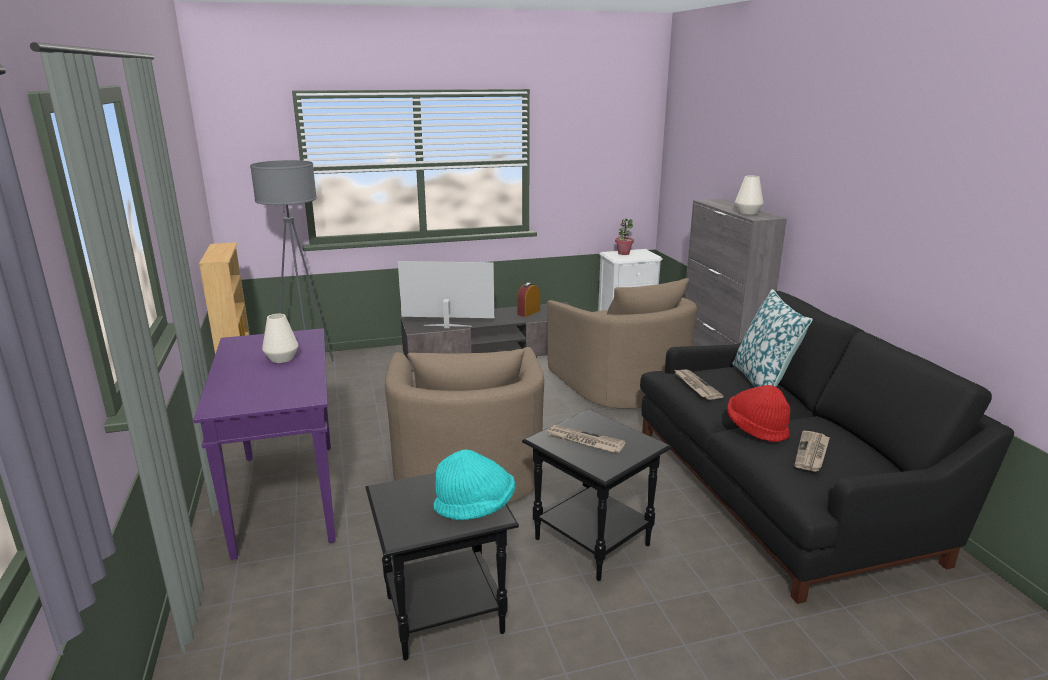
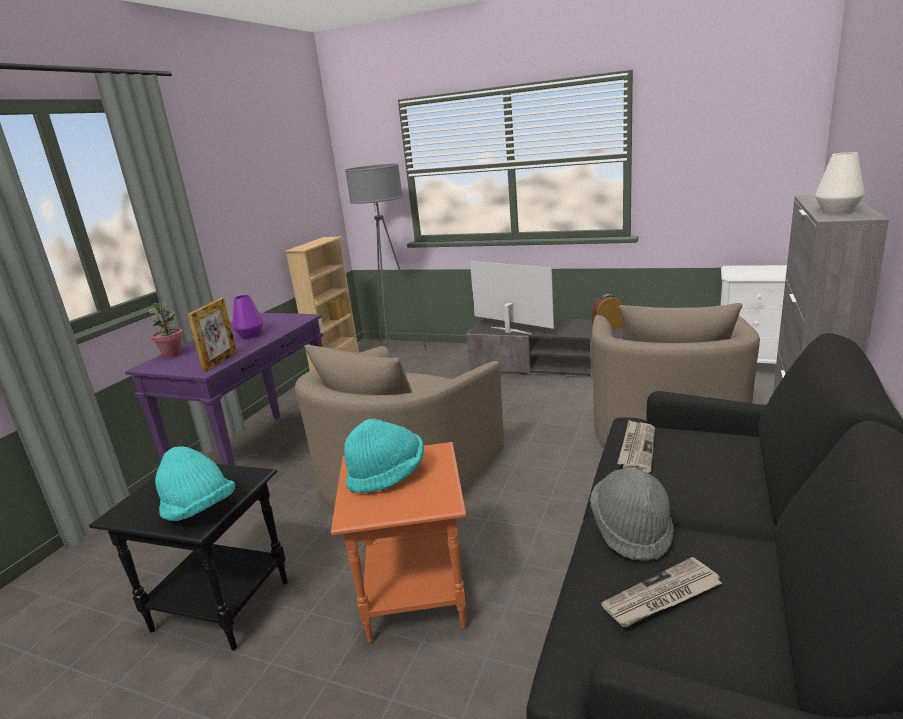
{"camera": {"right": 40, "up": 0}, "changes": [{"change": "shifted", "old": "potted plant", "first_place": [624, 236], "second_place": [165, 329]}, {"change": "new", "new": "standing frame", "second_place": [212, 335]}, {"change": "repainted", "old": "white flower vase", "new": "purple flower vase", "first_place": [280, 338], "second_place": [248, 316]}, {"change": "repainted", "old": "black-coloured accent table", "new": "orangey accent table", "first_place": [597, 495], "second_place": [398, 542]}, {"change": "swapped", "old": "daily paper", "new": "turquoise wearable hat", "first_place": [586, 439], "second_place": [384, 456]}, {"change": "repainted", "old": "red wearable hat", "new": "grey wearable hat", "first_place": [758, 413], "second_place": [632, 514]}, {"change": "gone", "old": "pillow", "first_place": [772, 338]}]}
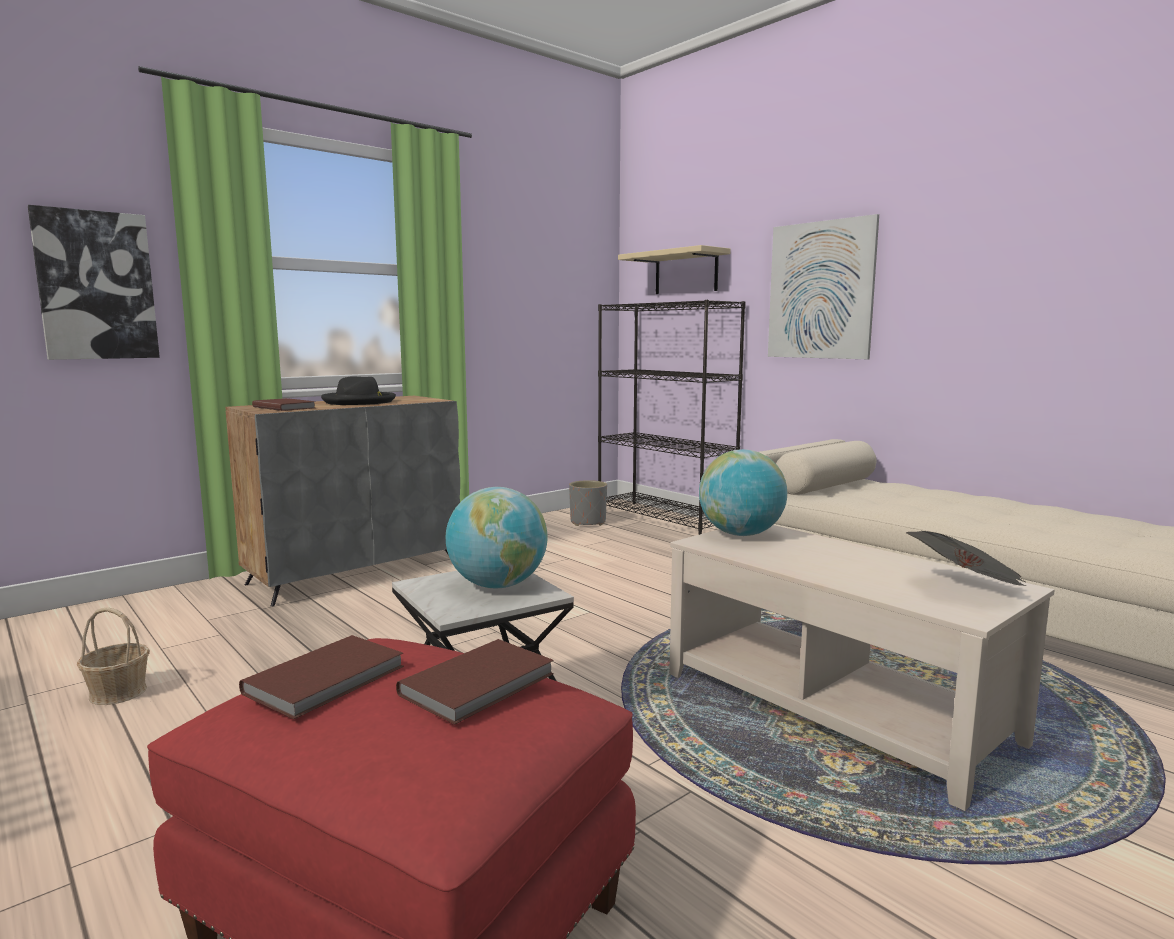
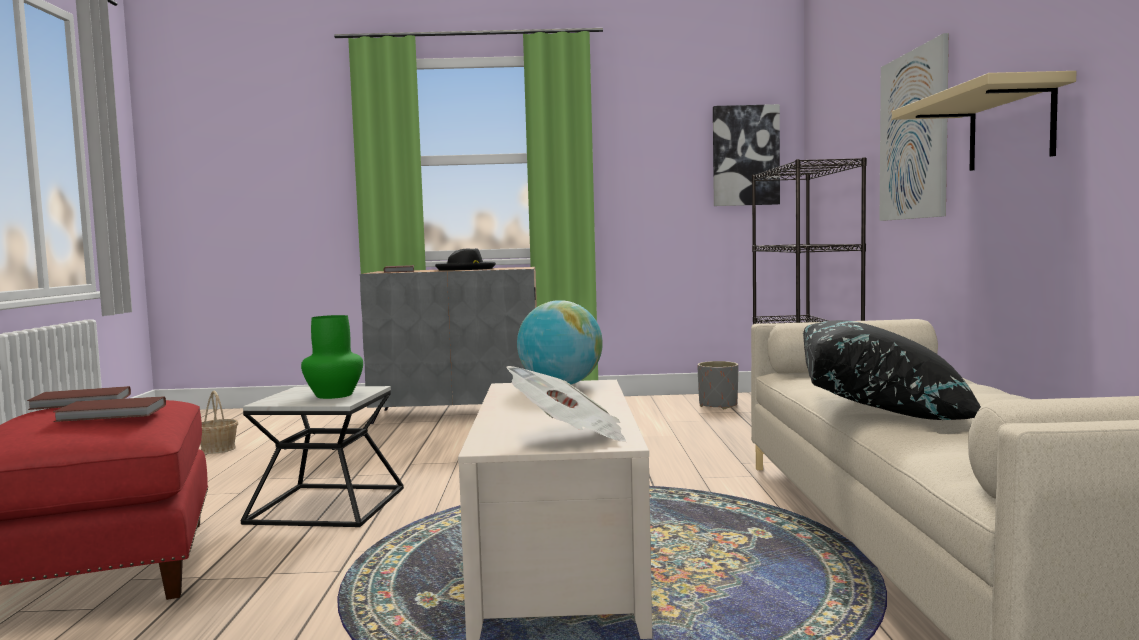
{"camera": {"right": 40, "up": -5}, "changes": [{"change": "swapped", "old": "world globe", "new": "greenish flower vase", "first_place": [496, 537], "second_place": [332, 357]}, {"change": "shifted", "old": "picture", "first_place": [94, 282], "second_place": [746, 155]}, {"change": "new", "new": "black-coloured pillow", "second_place": [892, 370]}, {"change": "shifted", "old": "sand-coloured shelf", "first_place": [674, 269], "second_place": [984, 121]}]}
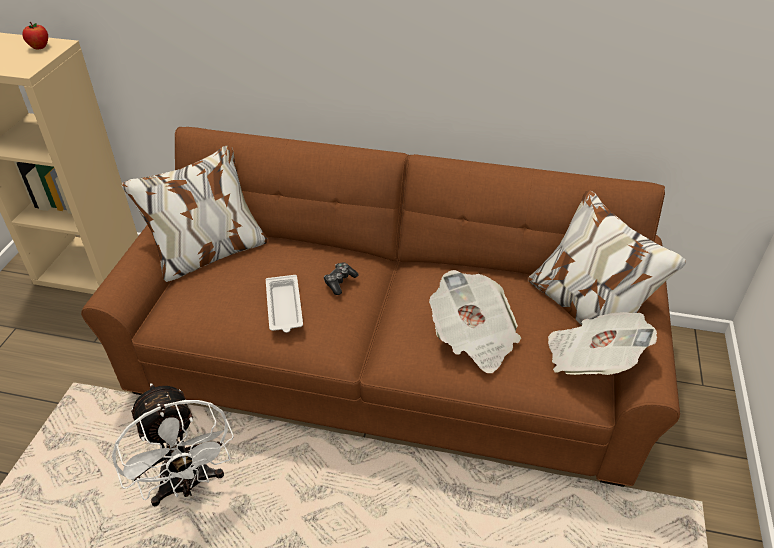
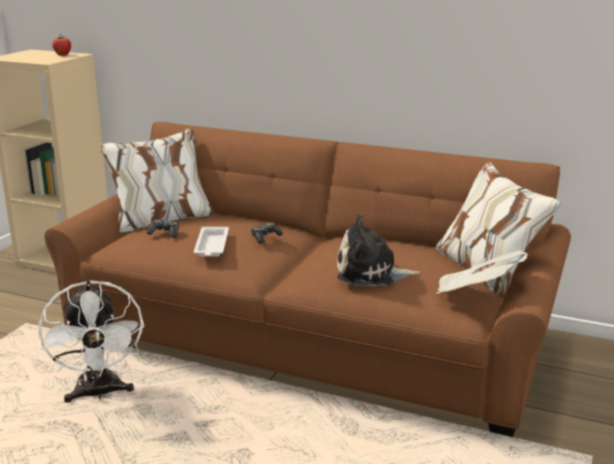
{"camera": {"right": 10, "up": -20}, "changes": [{"change": "new", "new": "gamepad", "second_place": [162, 228]}, {"change": "swapped", "old": "daily paper", "new": "cuddly toy", "first_place": [475, 321], "second_place": [378, 250]}]}
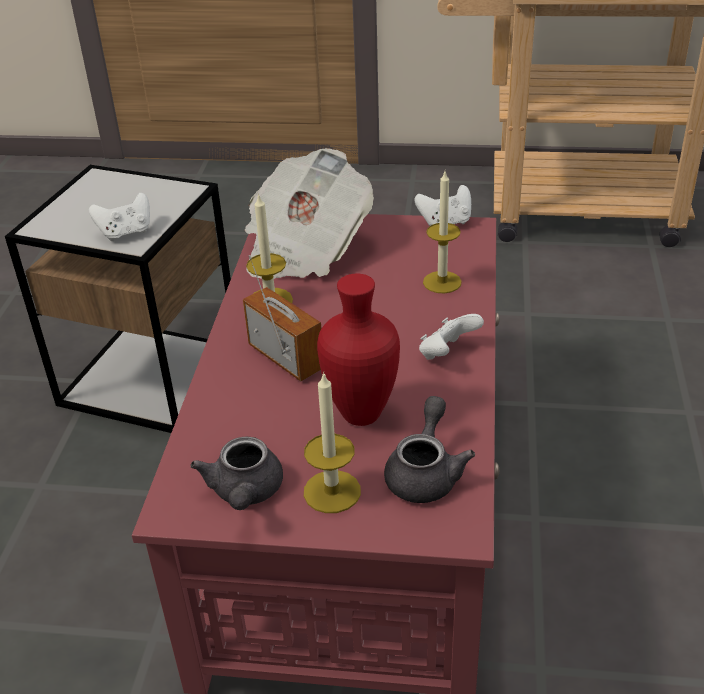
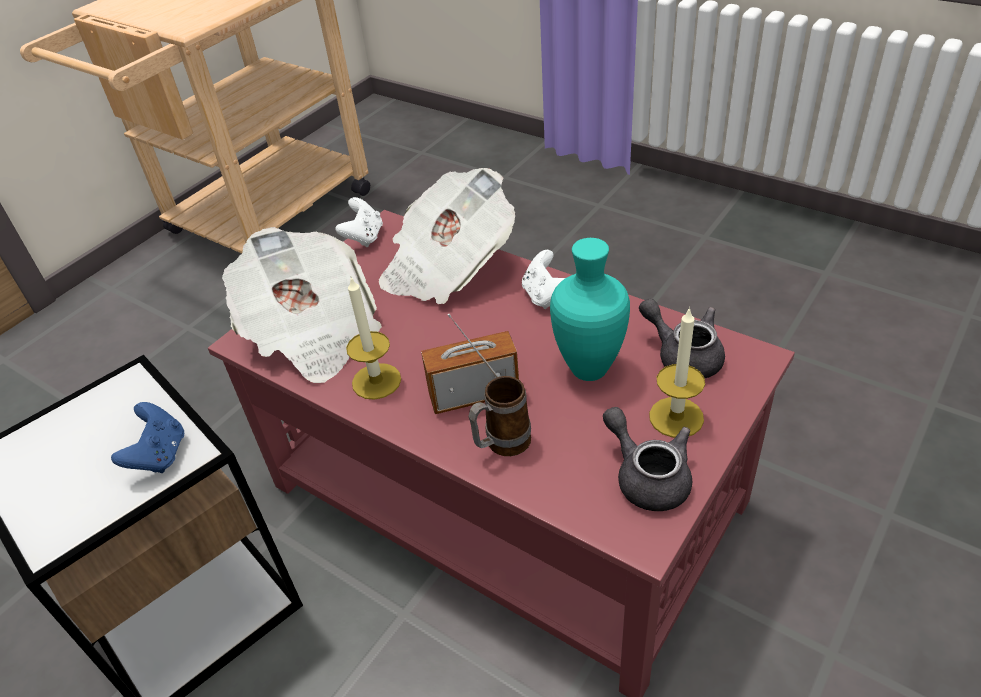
{"camera": {"right": -60, "up": 5}, "changes": [{"change": "repainted", "old": "white gamepad", "new": "blue-coloured gamepad", "first_place": [119, 217], "second_place": [147, 437]}, {"change": "swapped", "old": "candle", "new": "daily paper", "first_place": [442, 233], "second_place": [447, 236]}, {"change": "new", "new": "tea mug", "second_place": [500, 416]}, {"change": "repainted", "old": "red flower vase", "new": "turquoise flower vase", "first_place": [358, 350], "second_place": [590, 309]}, {"change": "rotated", "old": "grey teapot", "first_place": [236, 473], "second_place": [647, 459], "degrees": -150}]}
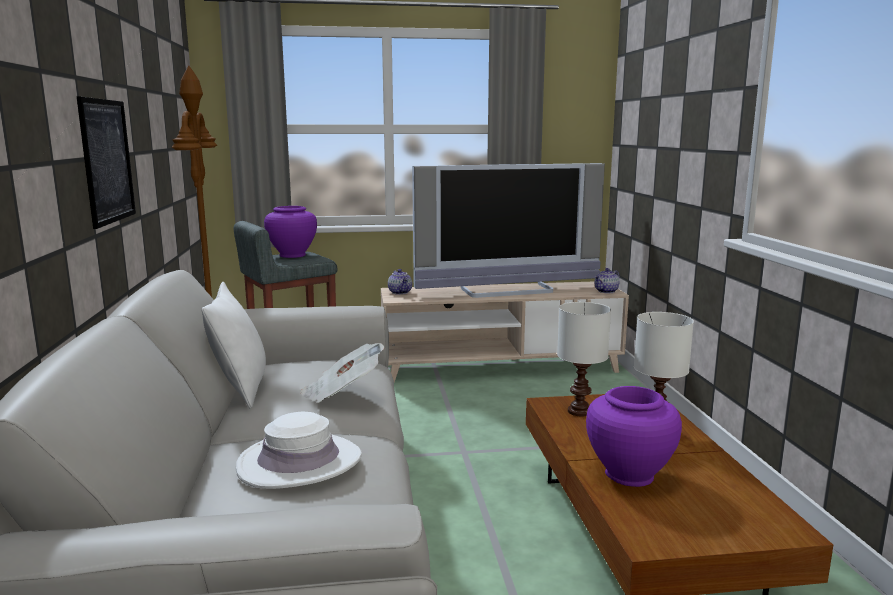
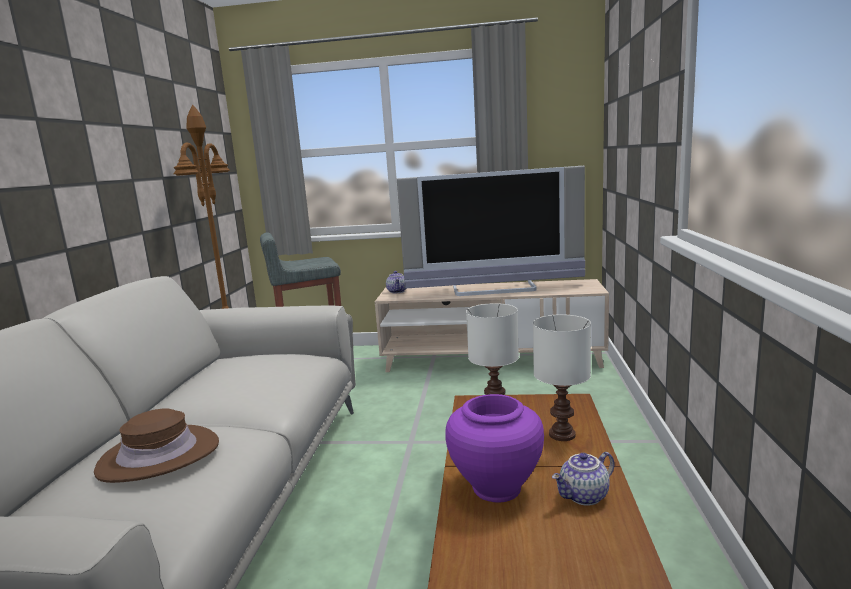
{"camera": {"right": 15, "up": 0}, "changes": [{"change": "repainted", "old": "white wearable hat", "new": "brown wearable hat", "first_place": [299, 450], "second_place": [156, 445]}, {"change": "shifted", "old": "teapot", "first_place": [606, 280], "second_place": [583, 479]}, {"change": "gone", "old": "picture", "first_place": [106, 162]}, {"change": "gone", "old": "white pillow", "first_place": [234, 345]}, {"change": "gone", "old": "purple flower vase", "first_place": [290, 232]}, {"change": "gone", "old": "daily paper", "first_place": [342, 373]}]}
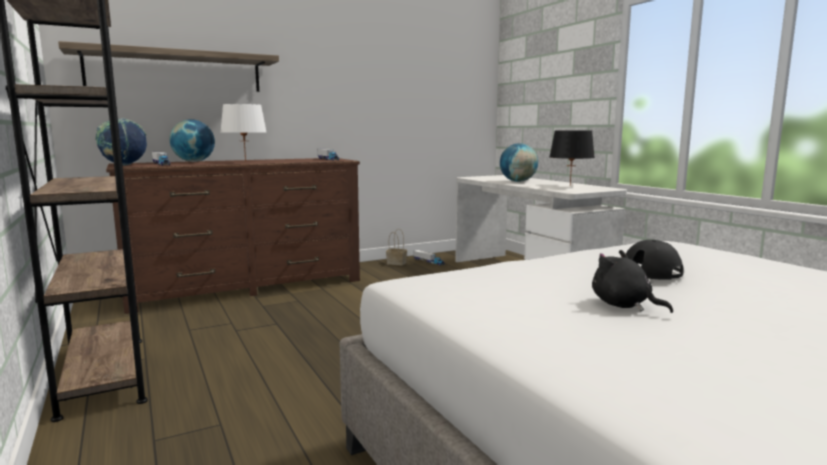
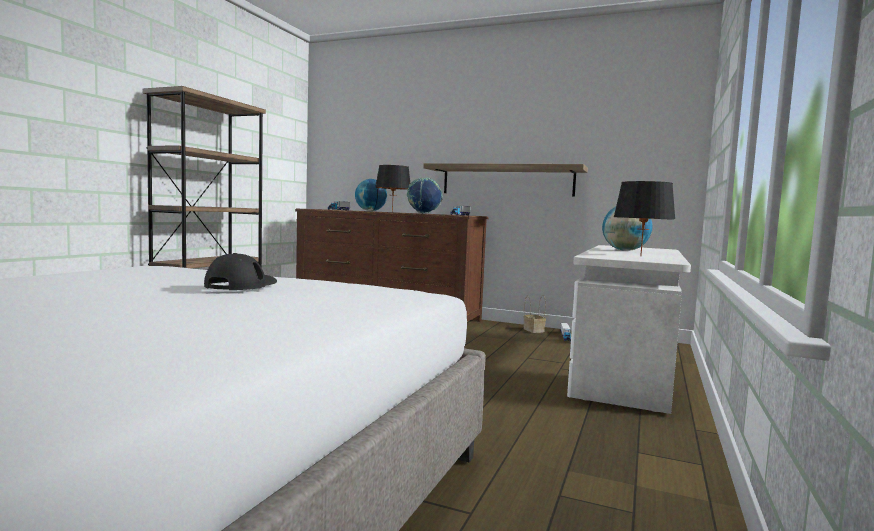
{"camera": {"right": 50, "up": -5}, "changes": [{"change": "repainted", "old": "white tabletop lamp", "new": "black-coloured tabletop lamp", "first_place": [243, 133], "second_place": [392, 188]}, {"change": "shifted", "old": "world globe", "first_place": [121, 142], "second_place": [425, 196]}, {"change": "shifted", "old": "shelf", "first_place": [168, 66], "second_place": [505, 180]}, {"change": "gone", "old": "black-coloured cuddly toy", "first_place": [632, 281]}]}
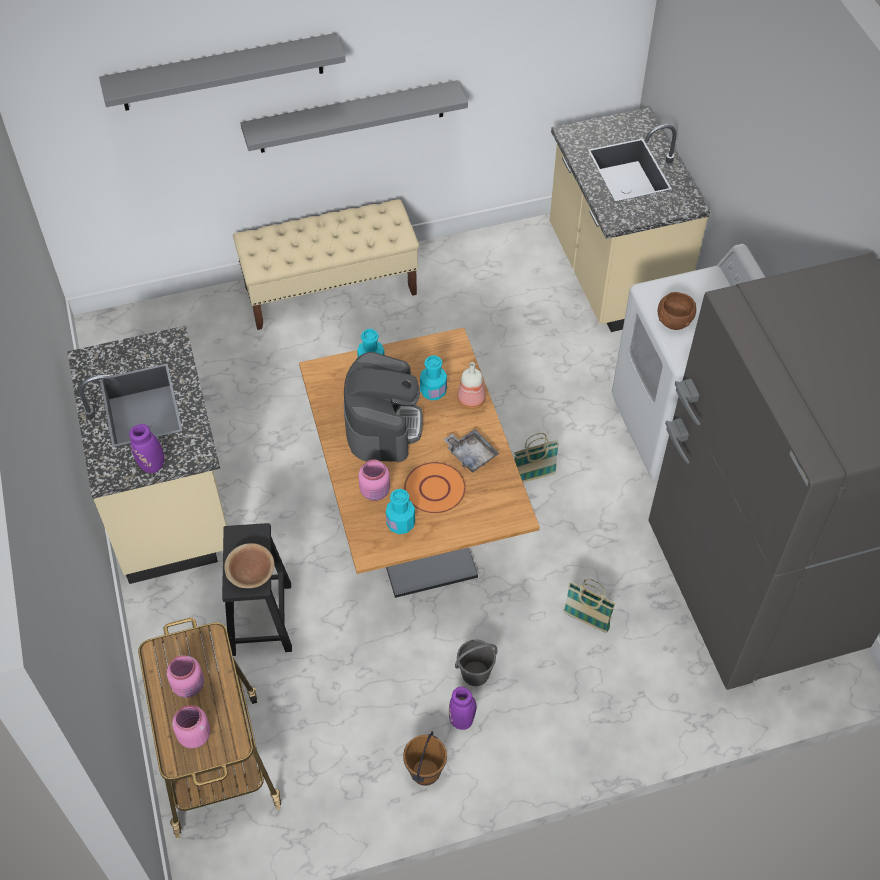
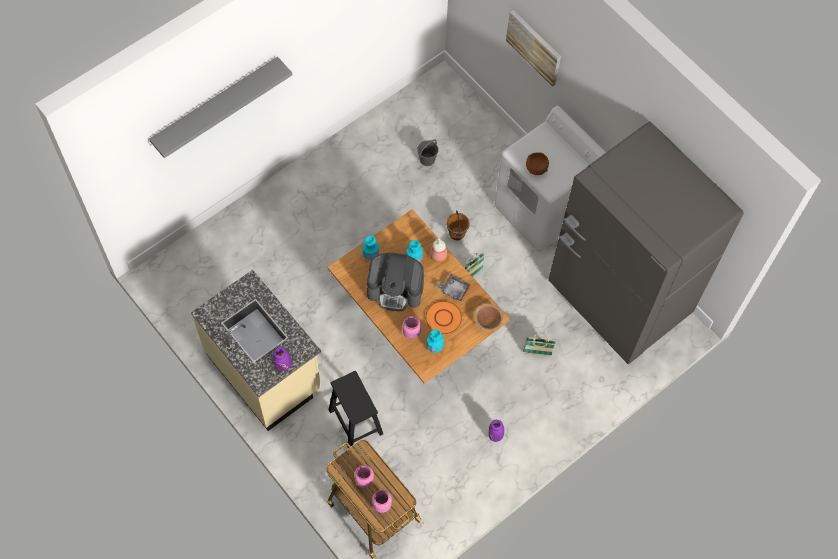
{"camera": {"right": -25, "up": 10}, "changes": [{"change": "rotated", "old": "coffee maker", "first_place": [383, 407], "second_place": [395, 282], "degrees": 120}, {"change": "shifted", "old": "grey pail", "first_place": [476, 663], "second_place": [428, 153]}, {"change": "shifted", "old": "brown pail", "first_place": [425, 758], "second_place": [458, 225]}, {"change": "shifted", "old": "brown bowl", "first_place": [249, 565], "second_place": [488, 317]}, {"change": "new", "new": "picture", "second_place": [533, 48]}, {"change": "gone", "old": "sand-coloured long seat", "first_place": [326, 264]}, {"change": "gone", "old": "grey shelf", "first_place": [354, 116]}, {"change": "gone", "old": "sand-coloured counter", "first_place": [630, 220]}]}
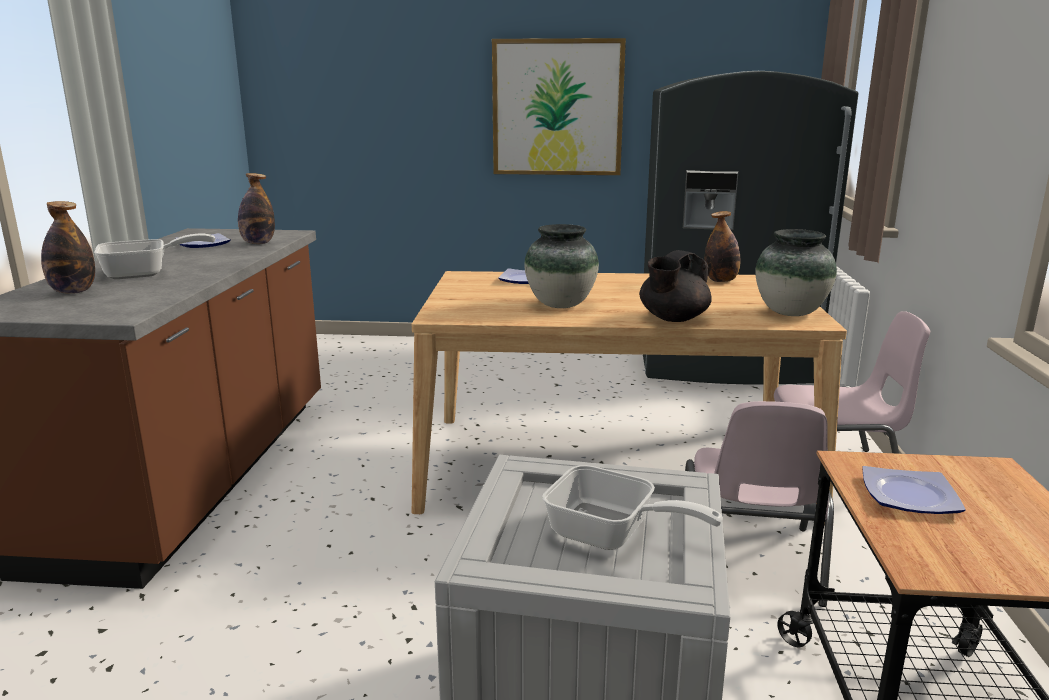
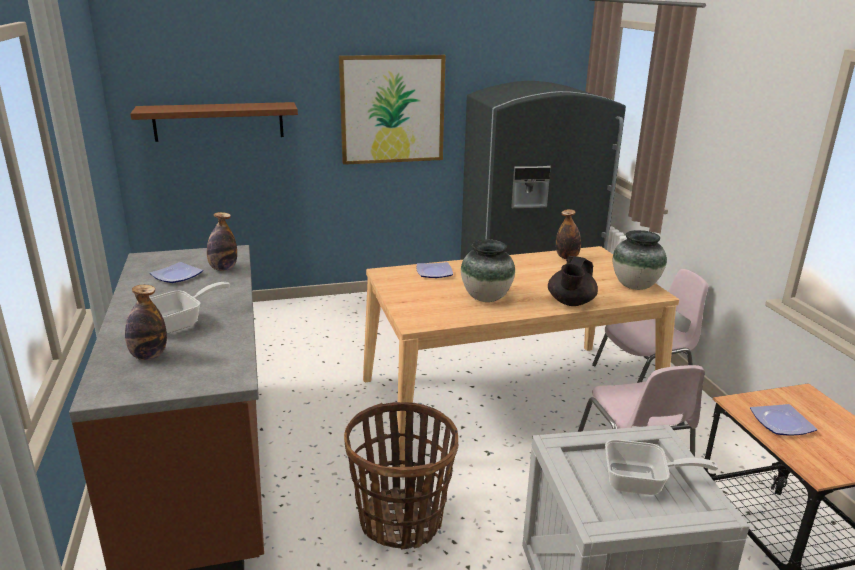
{"camera": {"right": -20, "up": 5}, "changes": [{"change": "new", "new": "brown shelf", "second_place": [214, 122]}, {"change": "new", "new": "household basket", "second_place": [401, 476]}]}
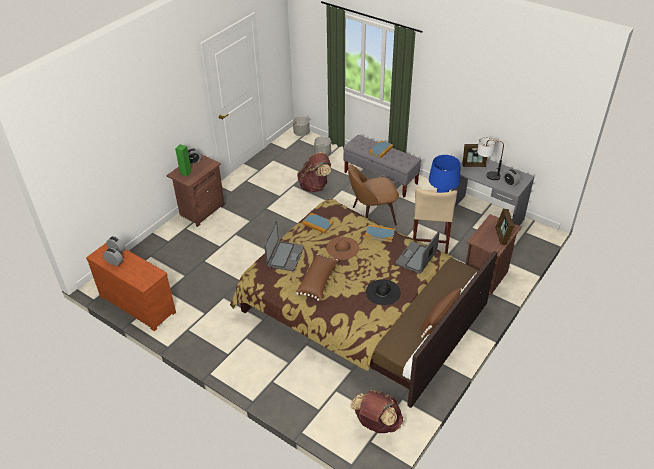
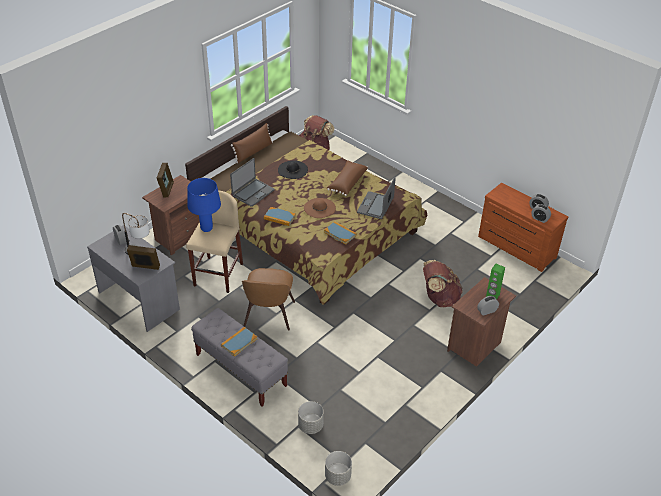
{"camera": {"right": -175, "up": 0}, "changes": [{"change": "rotated", "old": "brown chair", "first_place": [373, 195], "second_place": [268, 299], "degrees": 105}, {"change": "shifted", "old": "brown backpack", "first_place": [314, 172], "second_place": [443, 283]}]}
